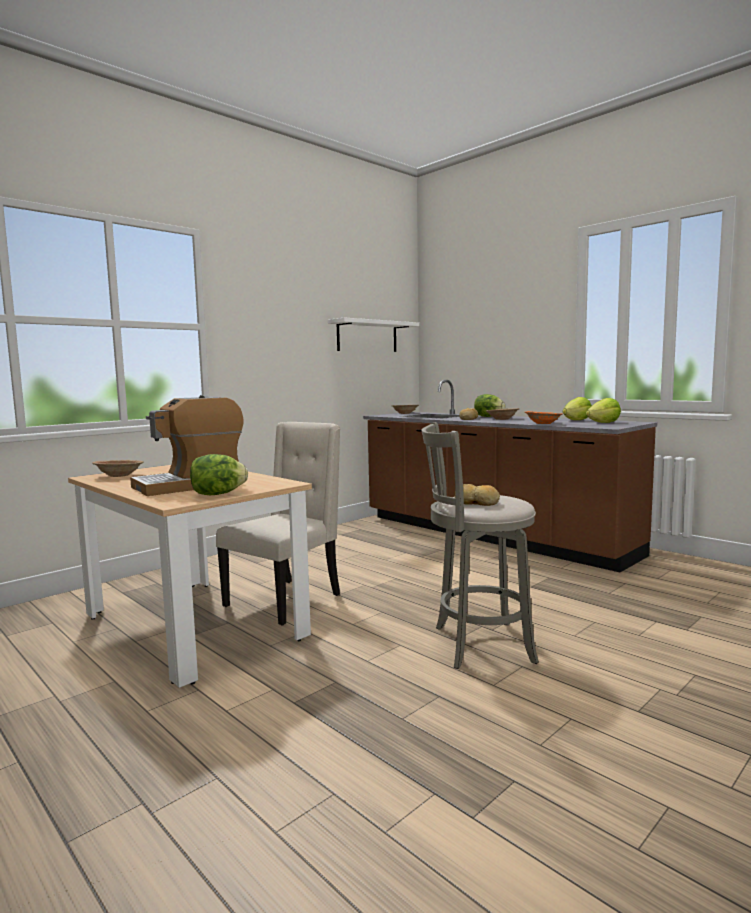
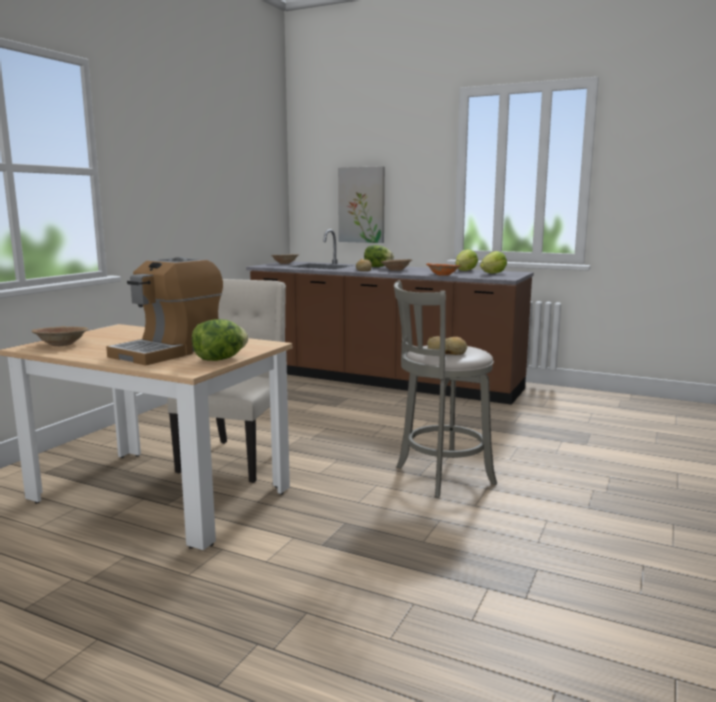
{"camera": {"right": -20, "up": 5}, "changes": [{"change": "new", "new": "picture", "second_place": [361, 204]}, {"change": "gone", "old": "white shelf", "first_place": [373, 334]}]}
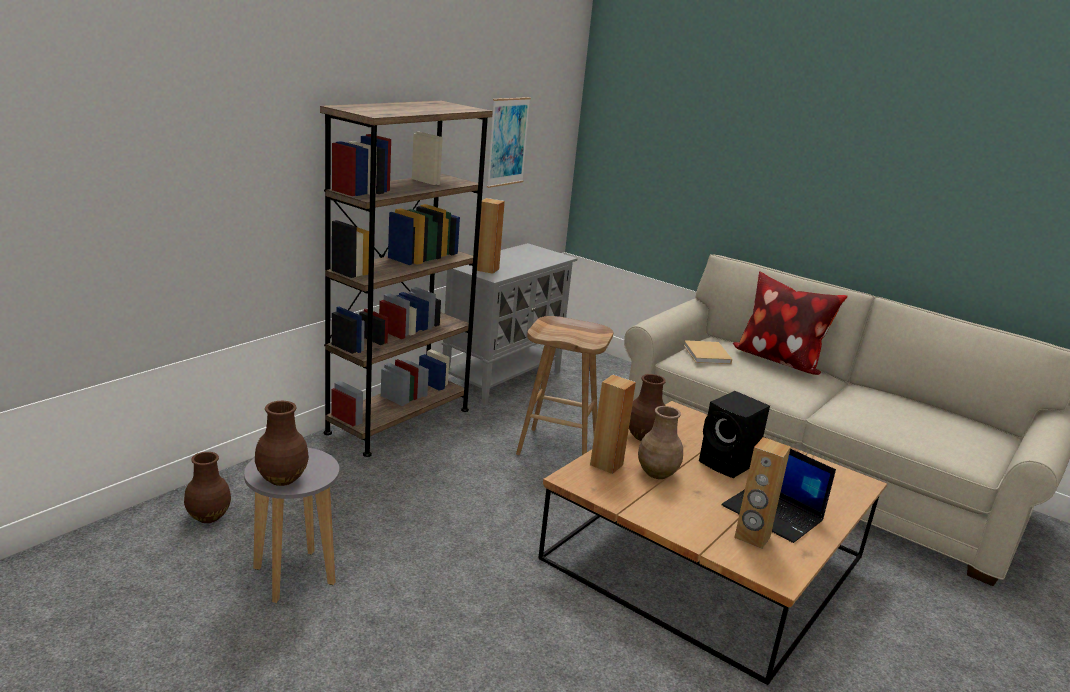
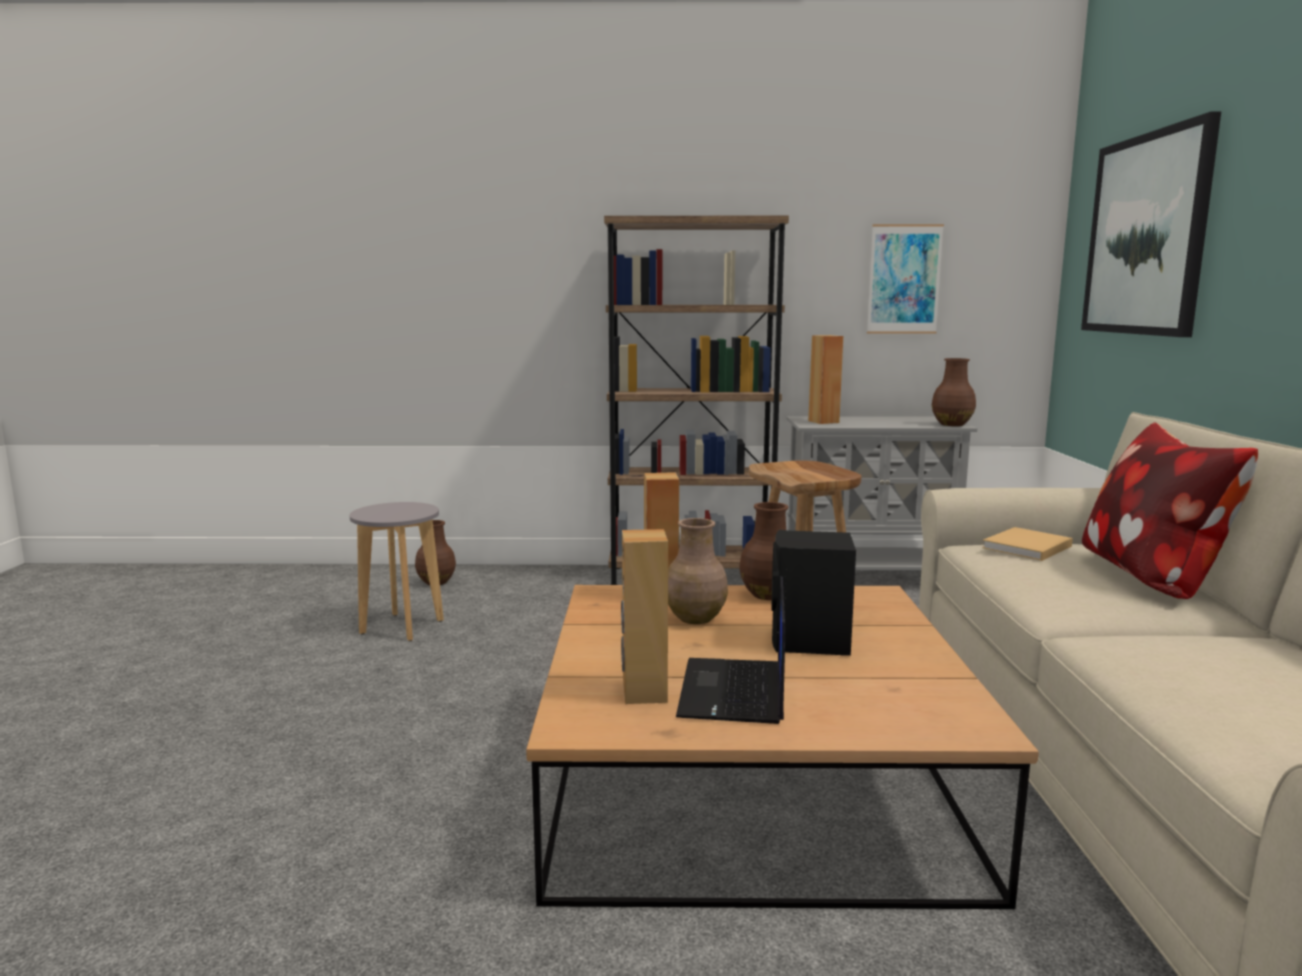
{"camera": {"right": 55, "up": -10}, "changes": [{"change": "shifted", "old": "brown flower vase", "first_place": [282, 443], "second_place": [954, 392]}, {"change": "new", "new": "picture", "second_place": [1151, 224]}]}
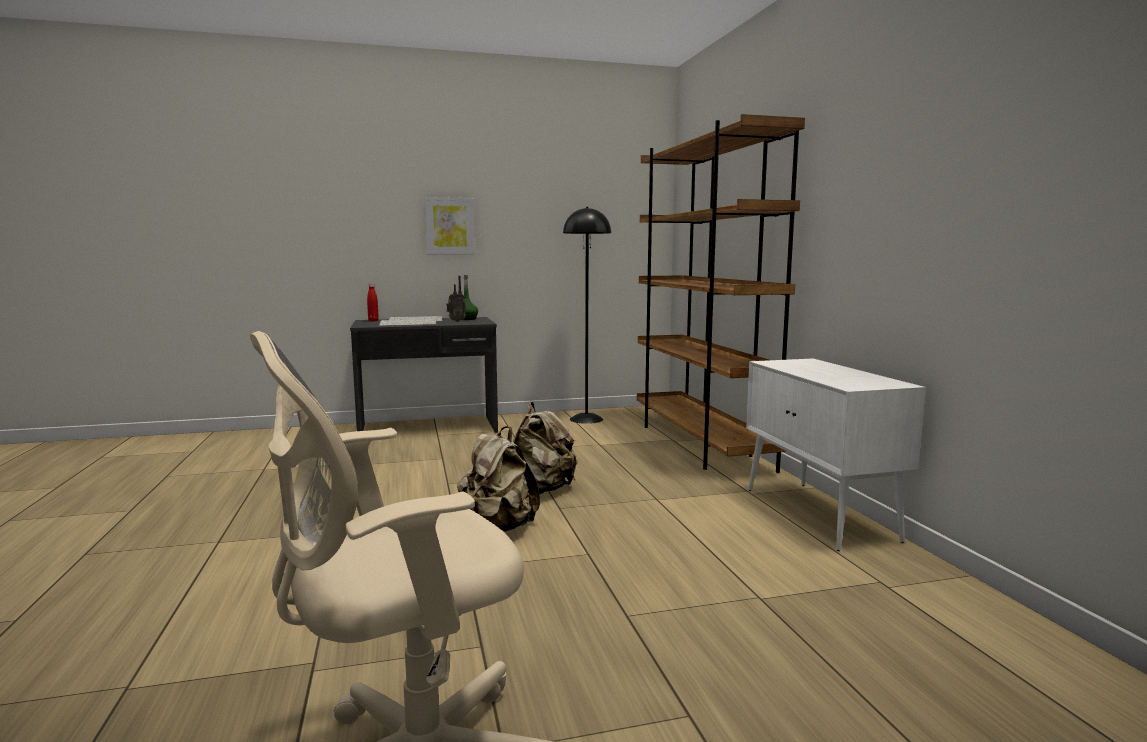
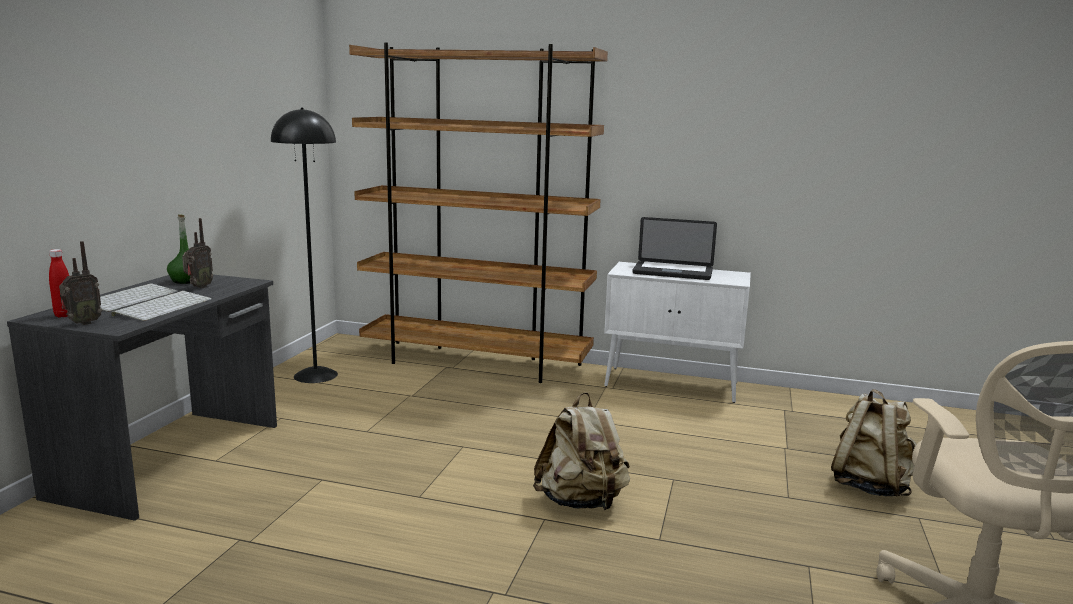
{"camera": {"right": -60, "up": 5}, "changes": [{"change": "new", "new": "radio set", "second_place": [80, 283]}, {"change": "new", "new": "laptop", "second_place": [674, 248]}, {"change": "shifted", "old": "sand-coloured backpack", "first_place": [545, 448], "second_place": [874, 442]}, {"change": "gone", "old": "picture", "first_place": [449, 225]}]}
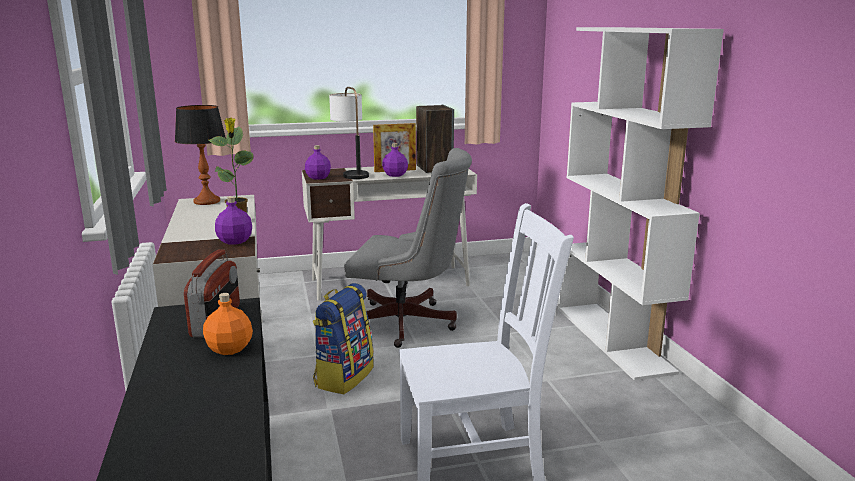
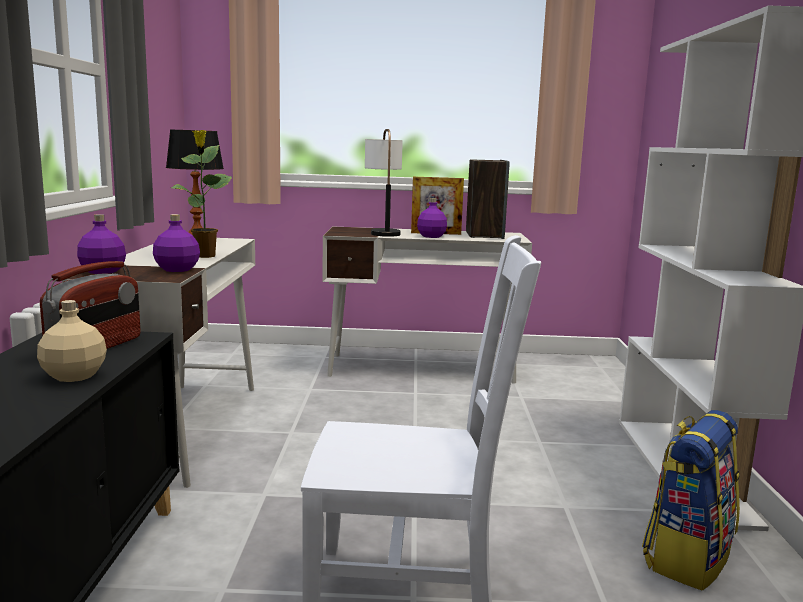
{"camera": {"right": 15, "up": -5}, "changes": [{"change": "repainted", "old": "orangey beverage bottle", "new": "sand-coloured beverage bottle", "first_place": [228, 324], "second_place": [72, 341]}, {"change": "shifted", "old": "purple beverage bottle", "first_place": [318, 162], "second_place": [101, 244]}, {"change": "shifted", "old": "backpack", "first_place": [343, 338], "second_place": [691, 500]}, {"change": "gone", "old": "grey desk chair", "first_place": [408, 248]}]}
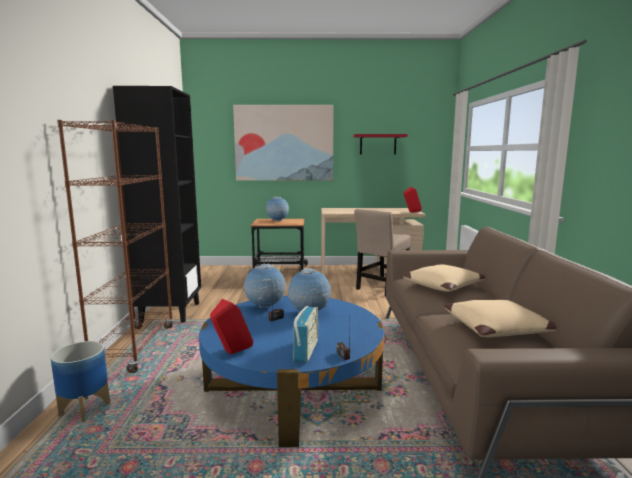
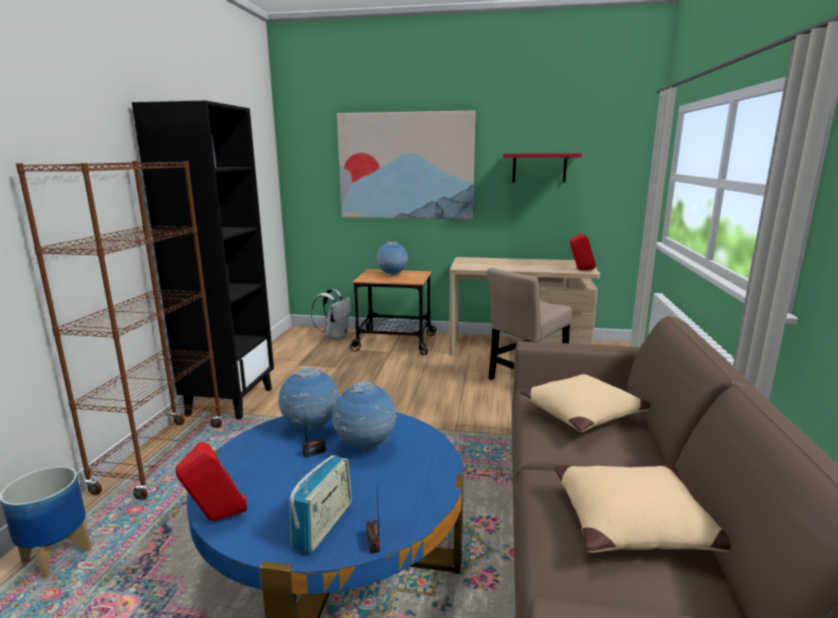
{"camera": {"right": 10, "up": 5}, "changes": [{"change": "new", "new": "white backpack", "second_place": [331, 314]}]}
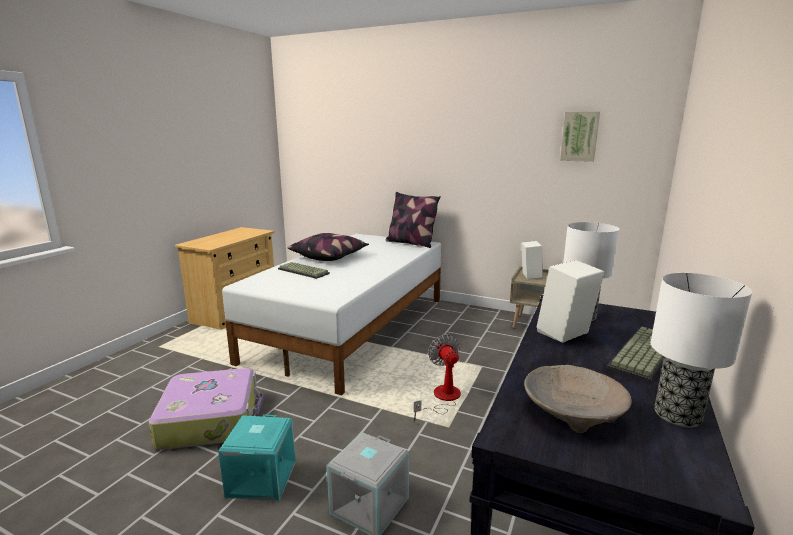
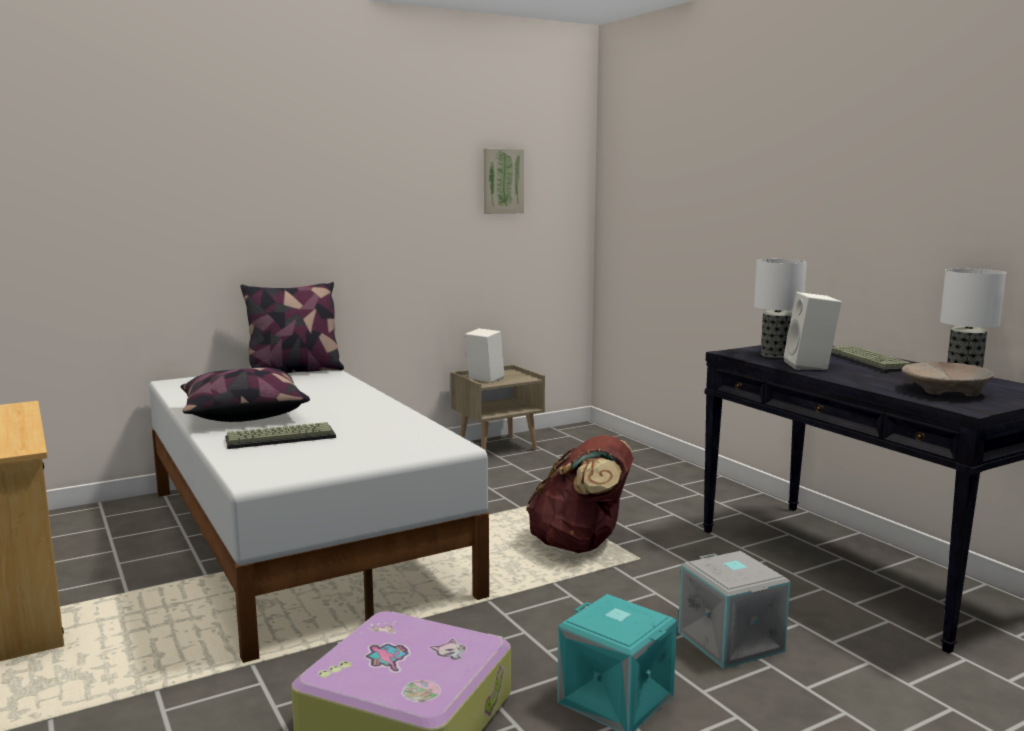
{"camera": {"right": -55, "up": -5}, "changes": [{"change": "swapped", "old": "cooling fan", "new": "brown backpack", "first_place": [437, 377], "second_place": [580, 494]}]}
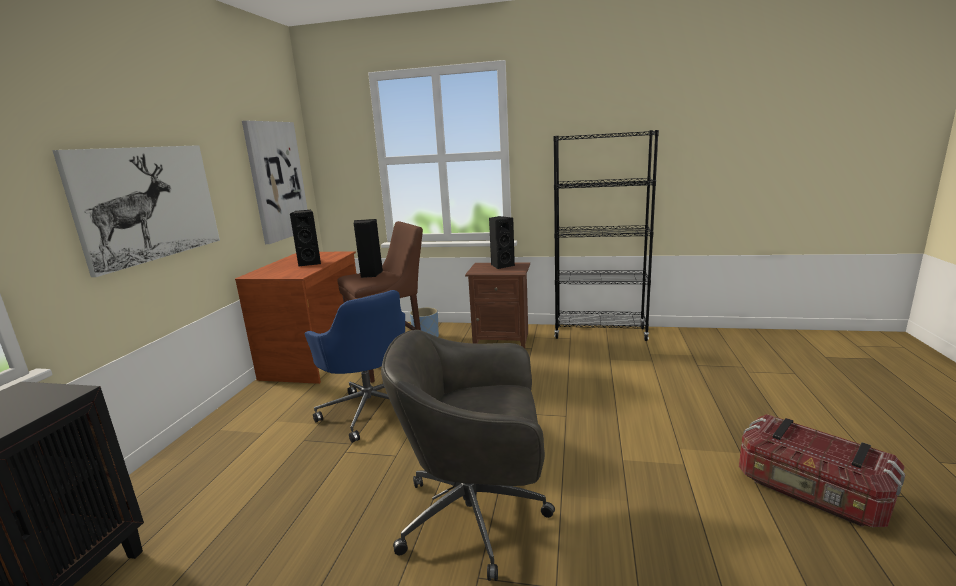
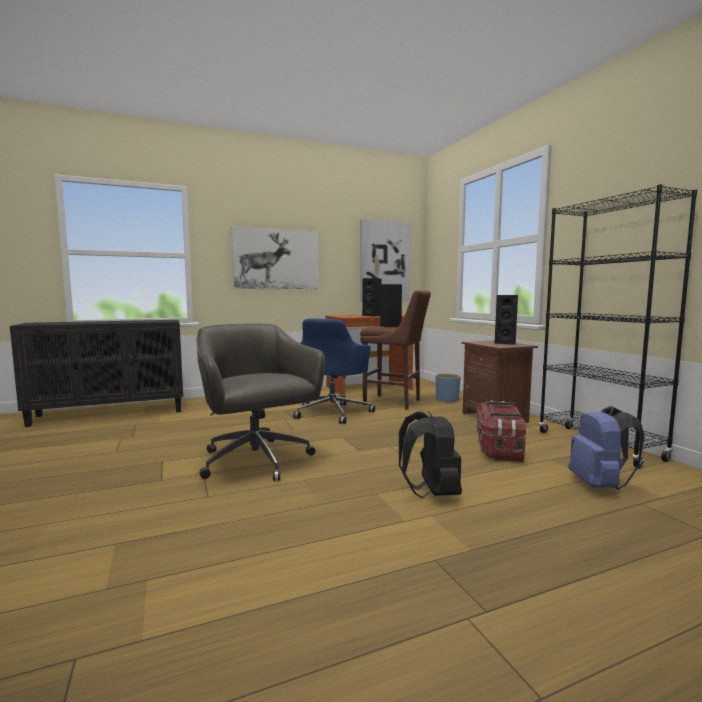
{"camera": {"right": 55, "up": -10}, "changes": [{"change": "new", "new": "black-coloured backpack", "second_place": [430, 454]}, {"change": "shifted", "old": "storage container", "first_place": [822, 470], "second_place": [501, 431]}, {"change": "new", "new": "blue-coloured backpack", "second_place": [606, 448]}]}
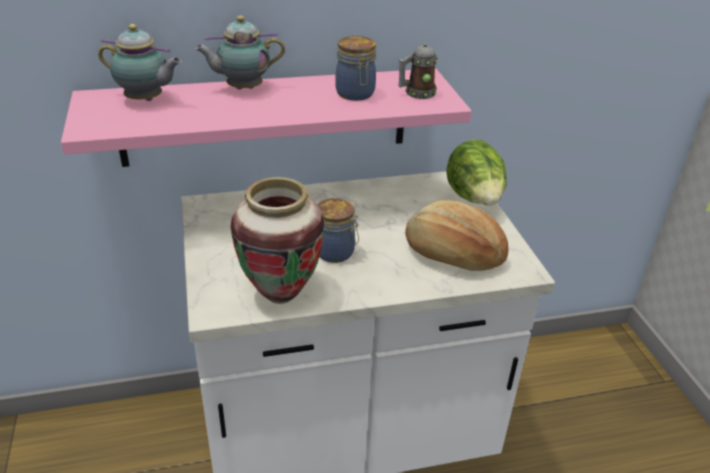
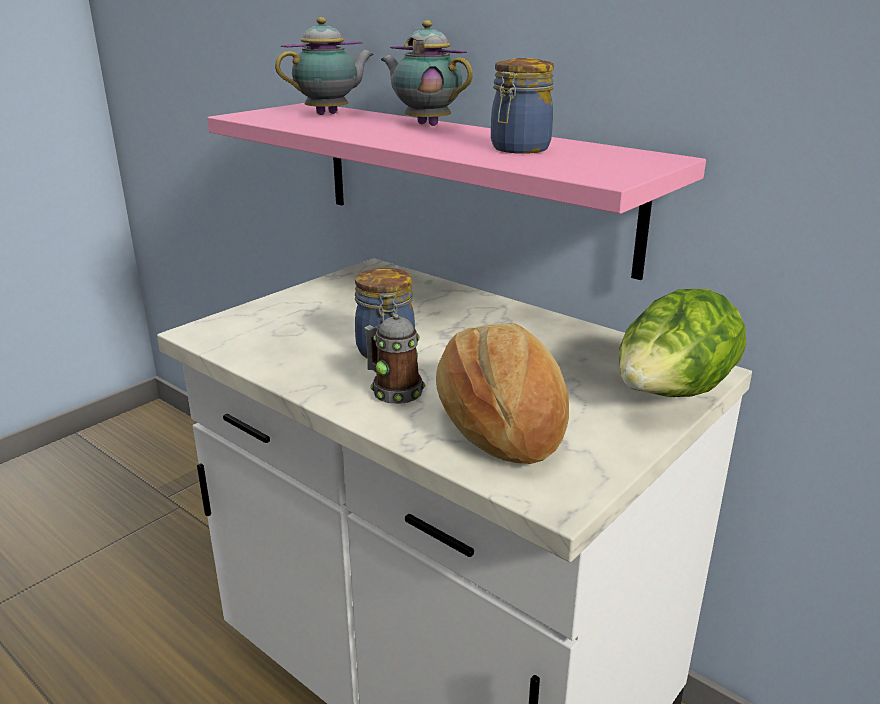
{"camera": {"right": 55, "up": -10}, "changes": [{"change": "rotated", "old": "teapot", "first_place": [140, 62], "second_place": [324, 66], "degrees": -105}, {"change": "shifted", "old": "tea mug", "first_place": [418, 71], "second_place": [394, 359]}, {"change": "gone", "old": "flower vase", "first_place": [277, 240]}]}
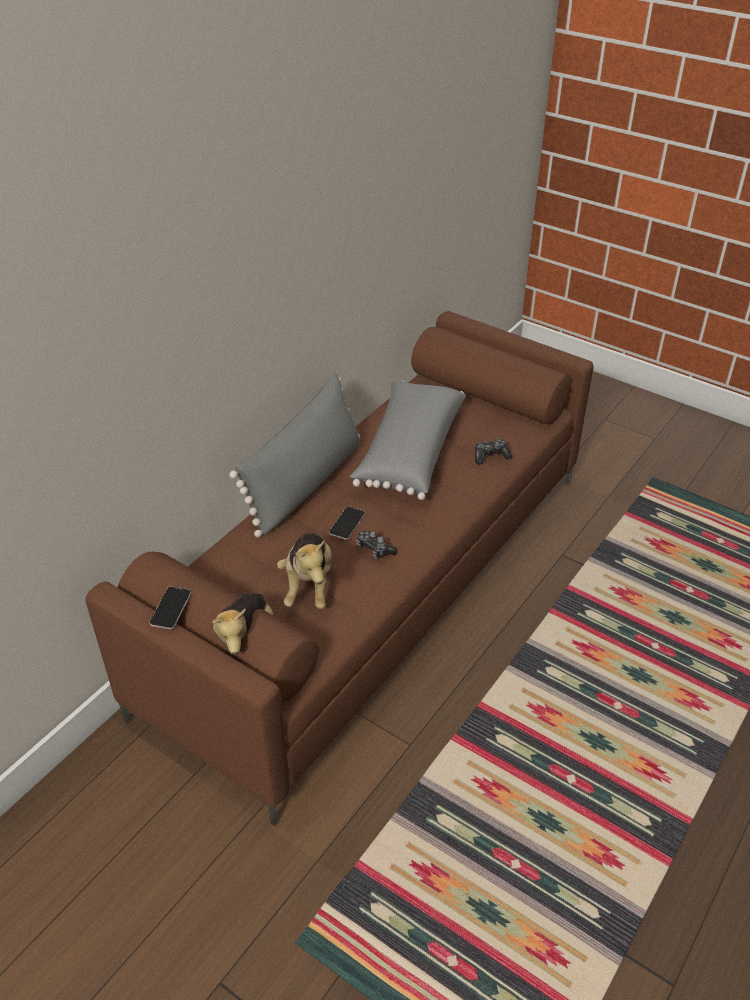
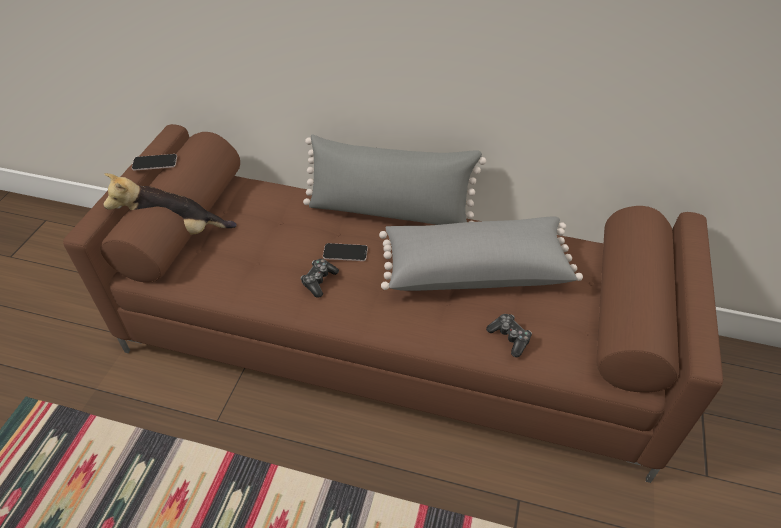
{"camera": {"right": 70, "up": 5}, "changes": [{"change": "gone", "old": "cuddly toy", "first_place": [304, 571]}]}
